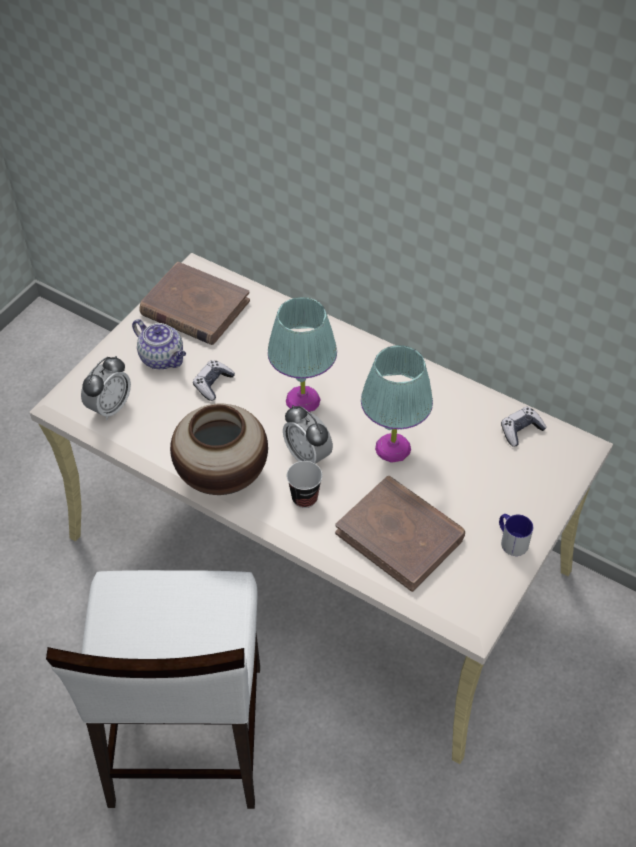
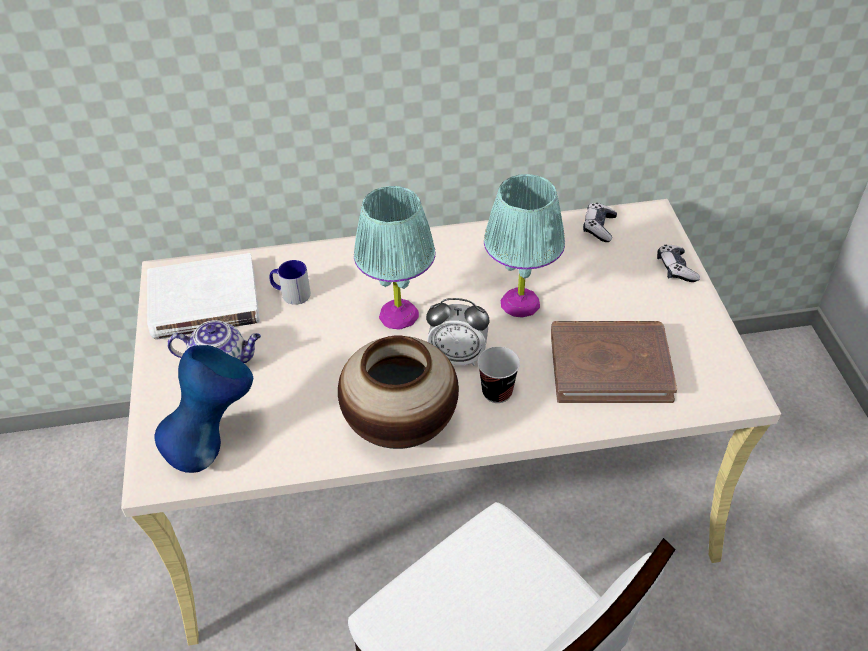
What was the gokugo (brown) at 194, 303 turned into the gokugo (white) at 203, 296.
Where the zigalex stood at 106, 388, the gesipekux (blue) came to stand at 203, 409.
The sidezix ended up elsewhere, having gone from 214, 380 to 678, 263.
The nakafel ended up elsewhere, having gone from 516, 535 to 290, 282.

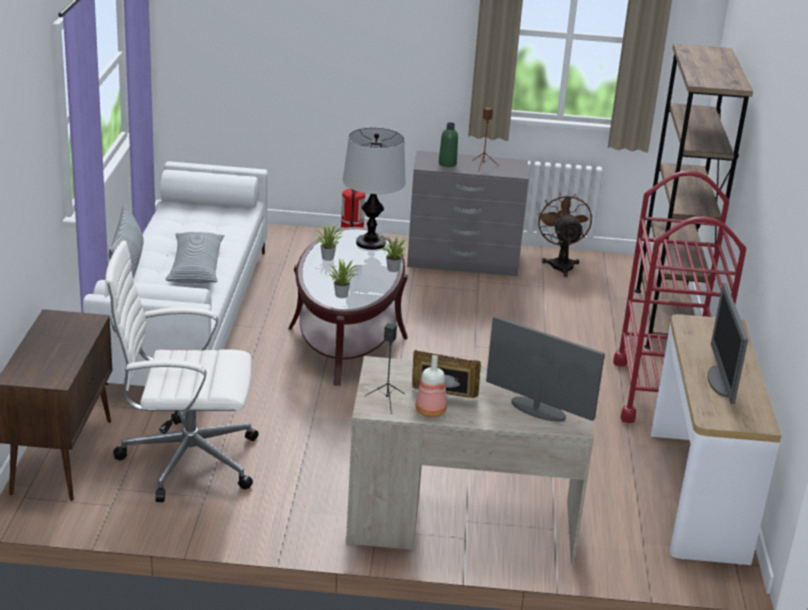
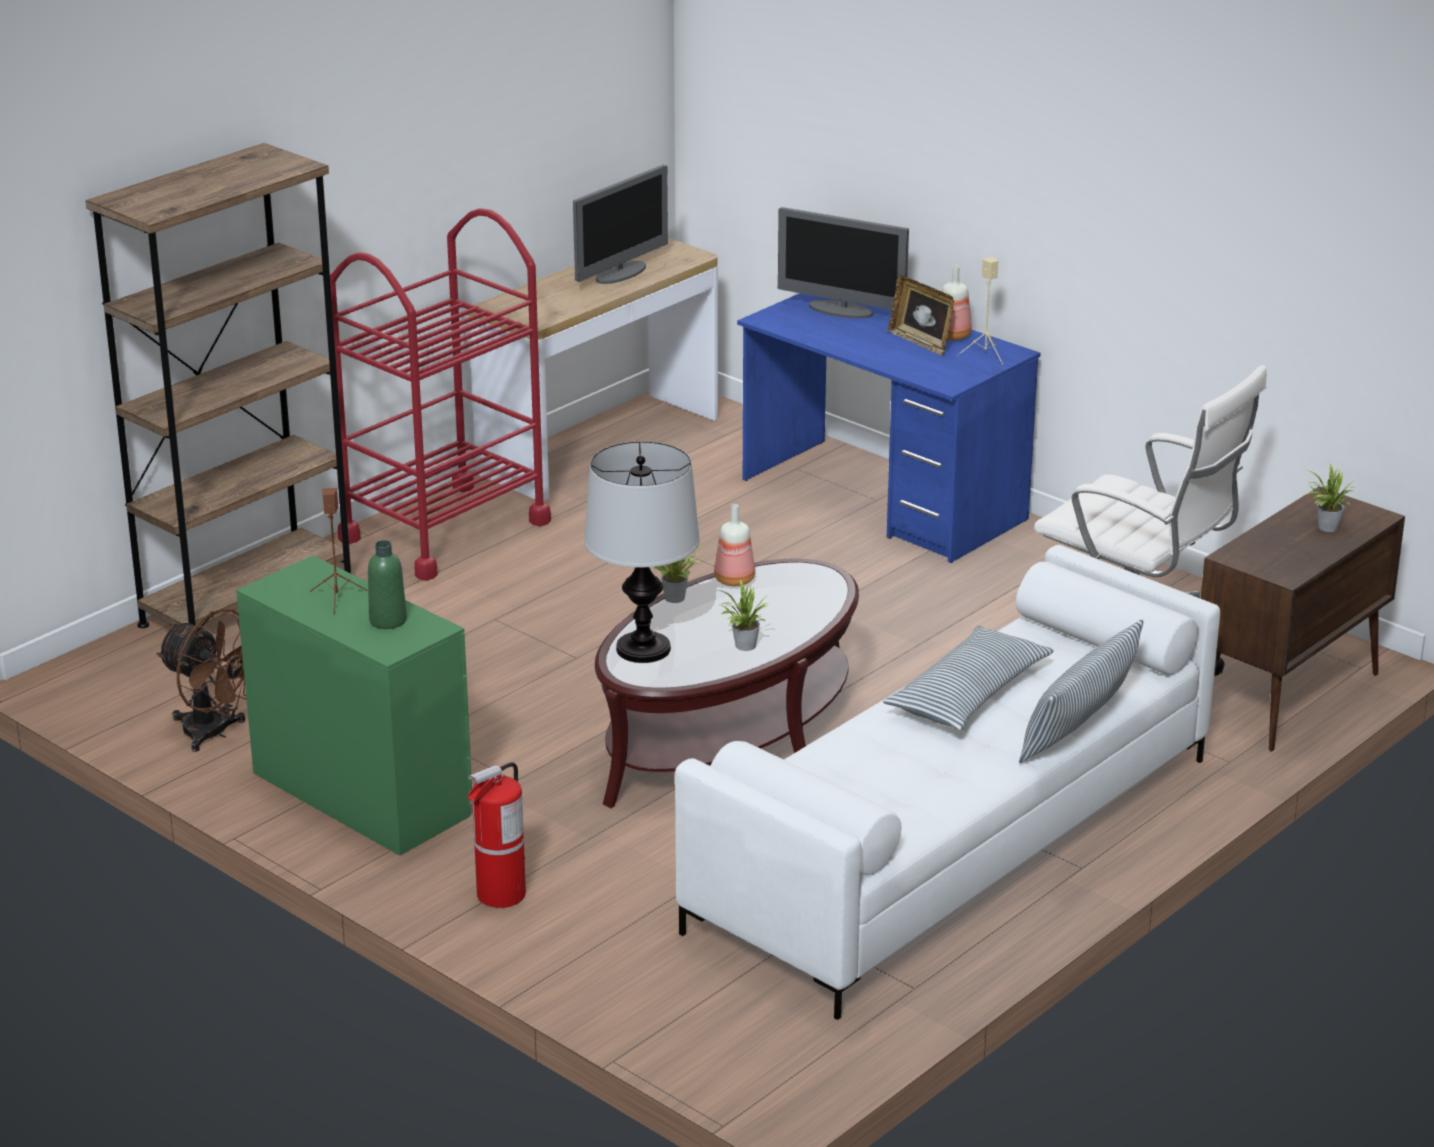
What was the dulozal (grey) at 468, 213 turned into the dulozal (green) at 354, 706.
The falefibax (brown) at 564, 235 ended up facing another way, 90 degrees counterclockwise from before.
The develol ended up elsewhere, having gone from 344, 278 to 1331, 498.
The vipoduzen at 545, 369 ended up facing another way, 45 degrees counterclockwise from before.
What was the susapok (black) at 385, 368 turned into the susapok (beige) at 980, 310.
What was the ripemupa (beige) at 470, 460 turned into the ripemupa (blue) at 888, 428.
The second view gained the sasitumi at 734, 545.

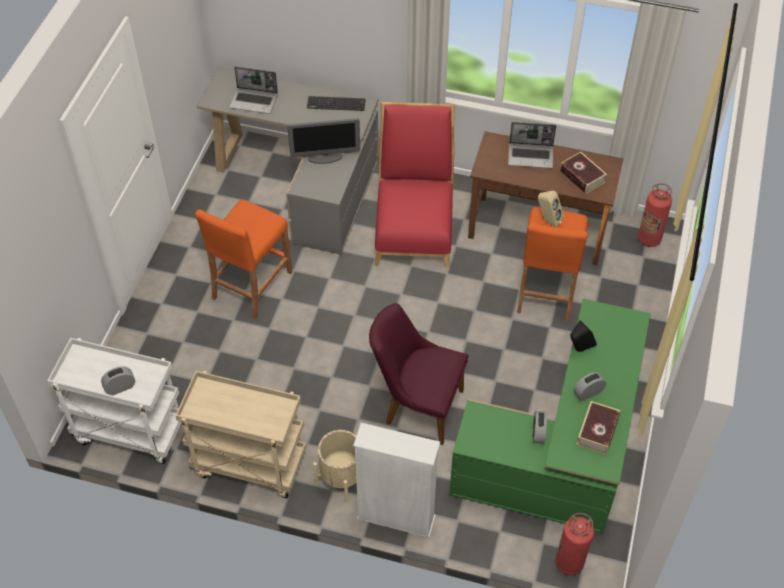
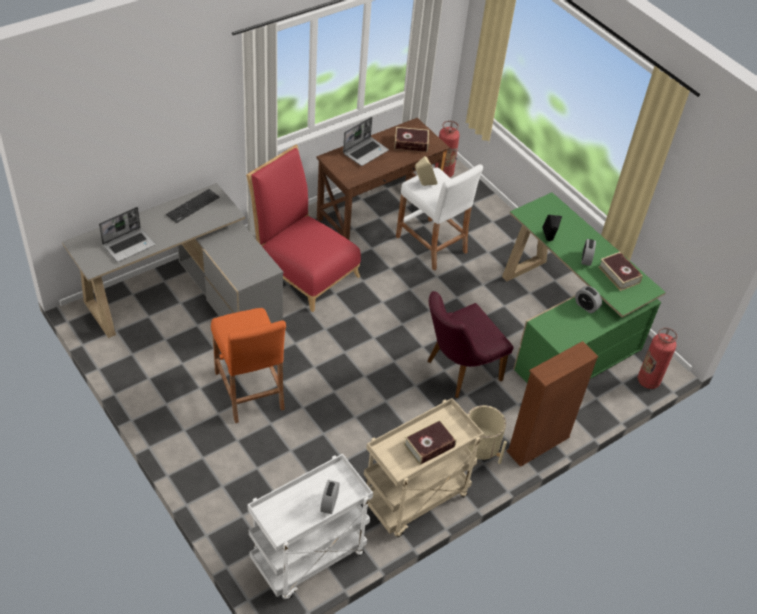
The second view lost the vipoduzen at 323, 141.
What was the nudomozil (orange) at 552, 264 turned into the nudomozil (white) at 439, 217.
What was the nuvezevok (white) at 396, 480 turned into the nuvezevok (brown) at 552, 404.
The second view gained the gokugo at 430, 442.

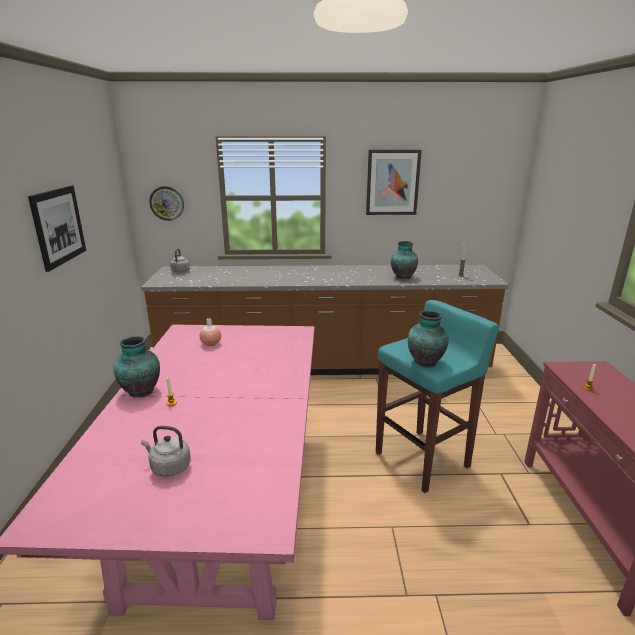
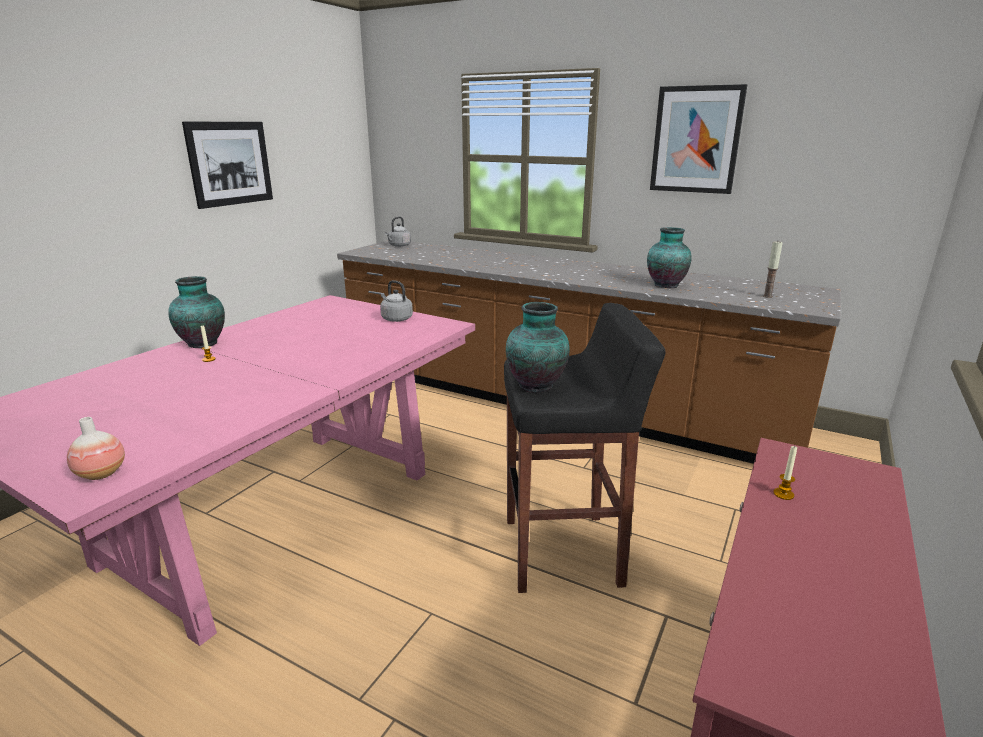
The second view lost the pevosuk at 166, 203.
What was the nudomozil (turquoise) at 437, 396 turned into the nudomozil (black) at 585, 448.
The gesipekux ended up elsewhere, having gone from 210, 332 to 96, 448.
The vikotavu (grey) ended up elsewhere, having gone from 166, 451 to 396, 301.

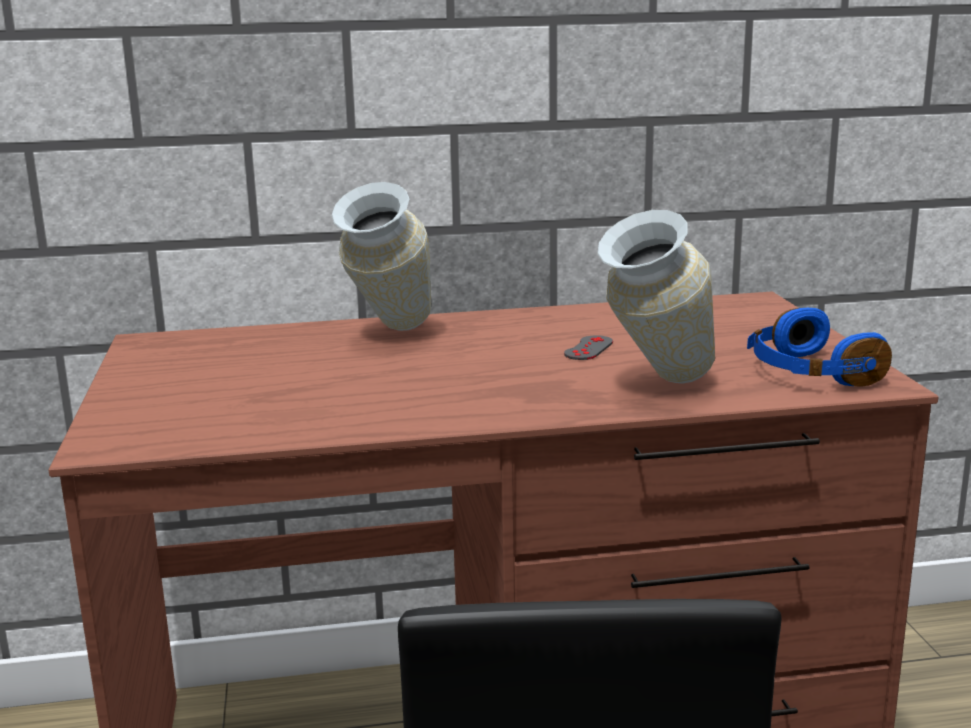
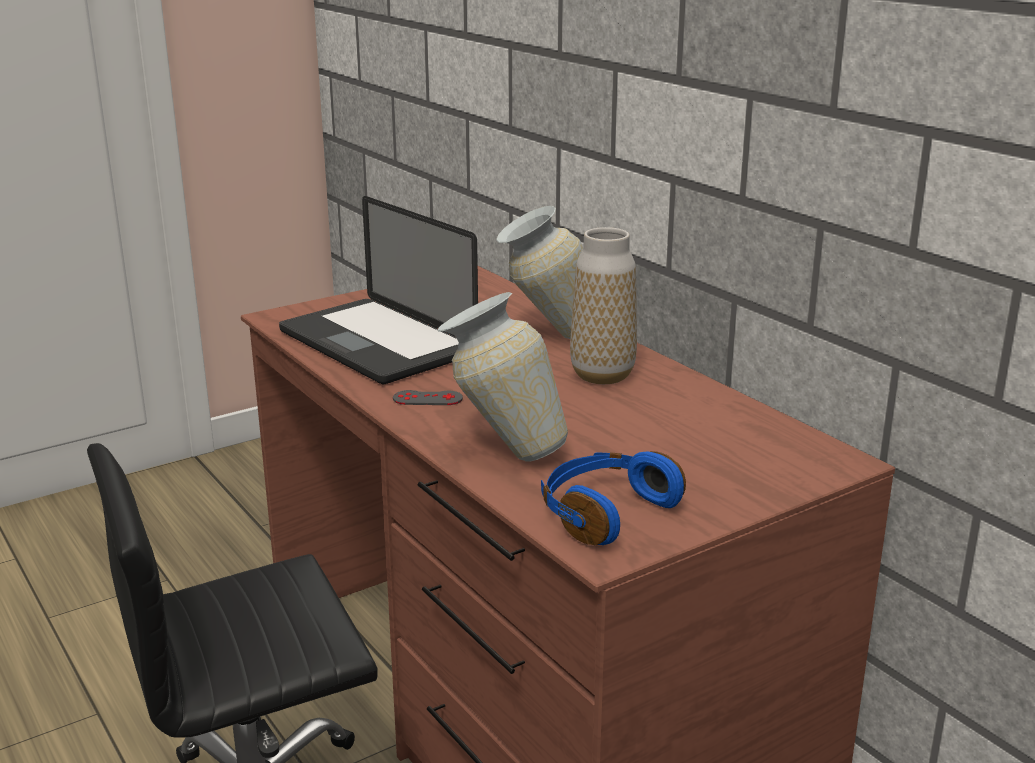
The sidezix (grey) ended up elsewhere, having gone from 588, 347 to 428, 397.
The second view gained the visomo at 378, 290.
The second view gained the gesipekux at 603, 305.

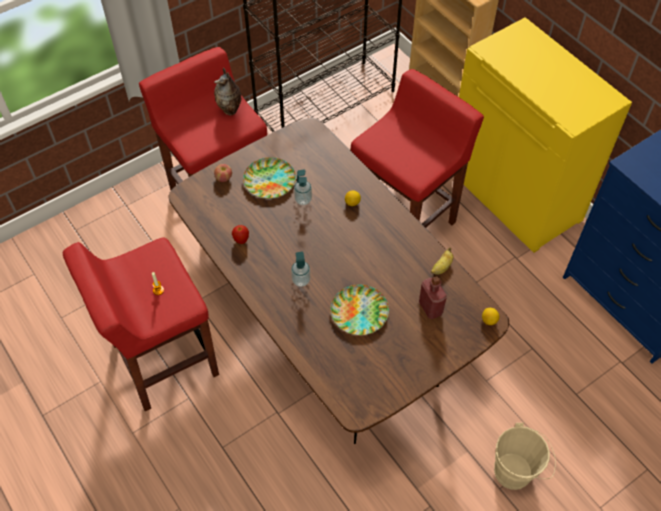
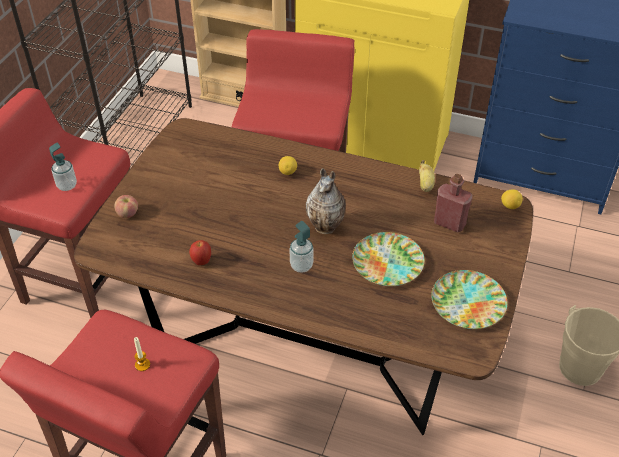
The gesipekux ended up elsewhere, having gone from 227, 91 to 326, 201.
The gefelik ended up elsewhere, having gone from 269, 178 to 469, 299.
The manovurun ended up elsewhere, having gone from 303, 187 to 63, 167.

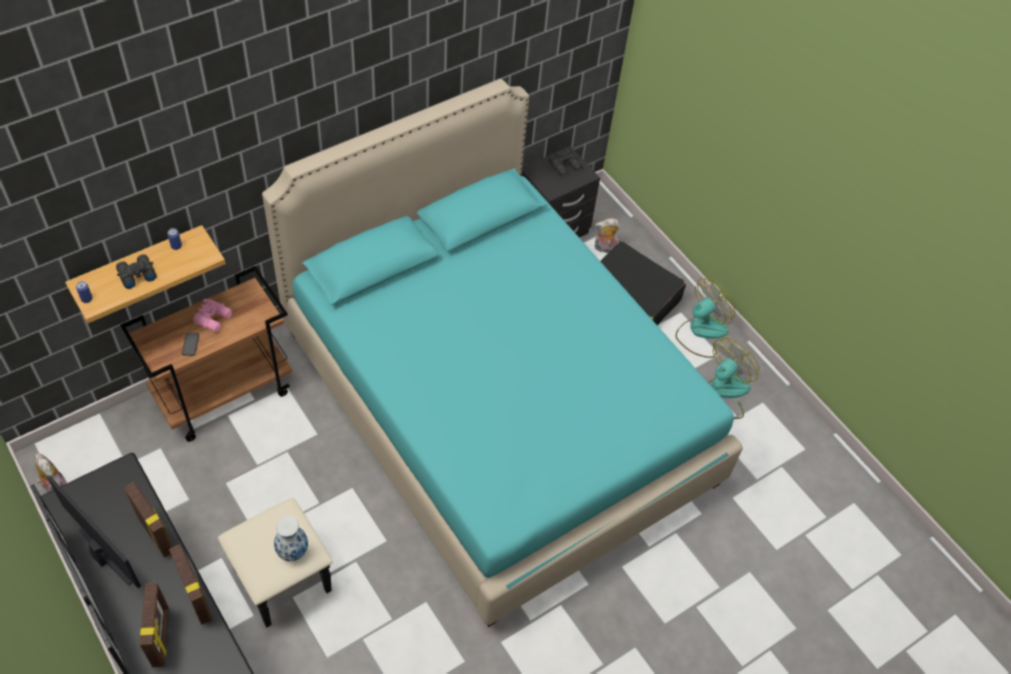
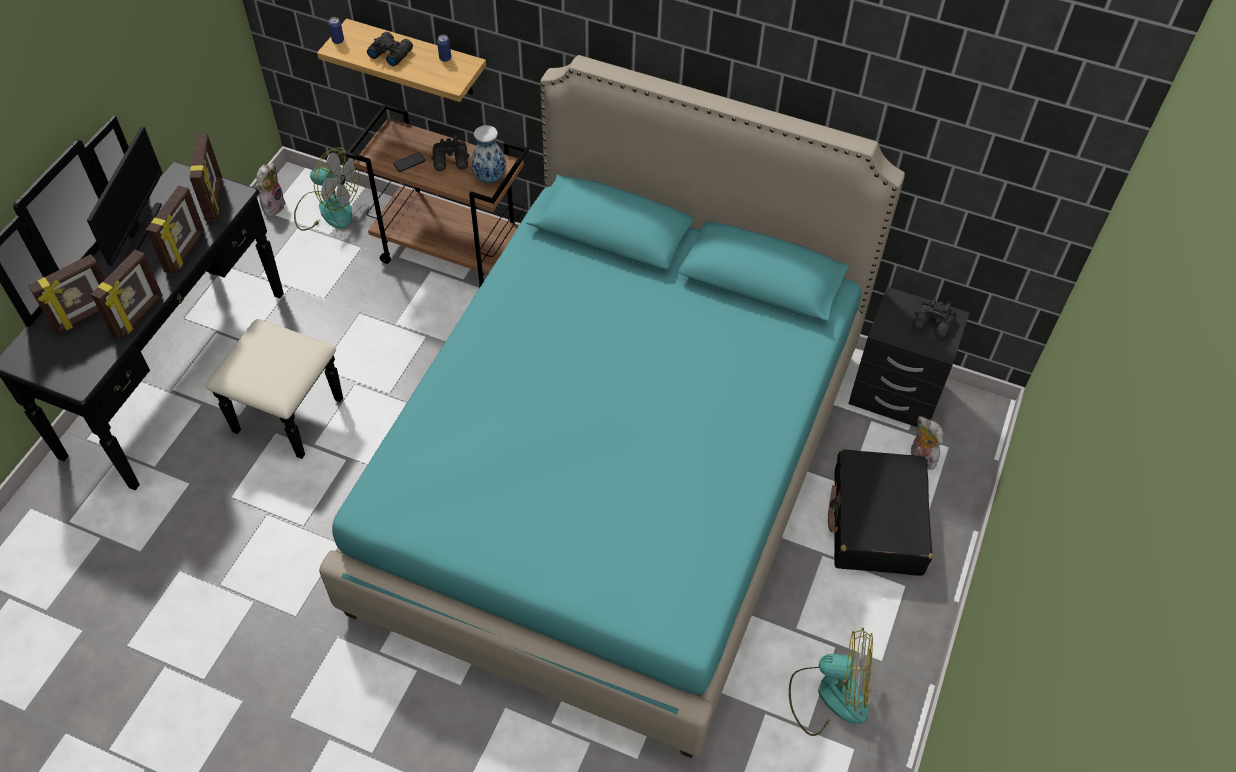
The falefibax ended up elsewhere, having gone from 705, 318 to 326, 189.
What was the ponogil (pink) at 212, 315 turned into the ponogil (black) at 450, 153.
The gesipekux ended up elsewhere, having gone from 291, 538 to 488, 154.
The second view gained the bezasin at 205, 177.

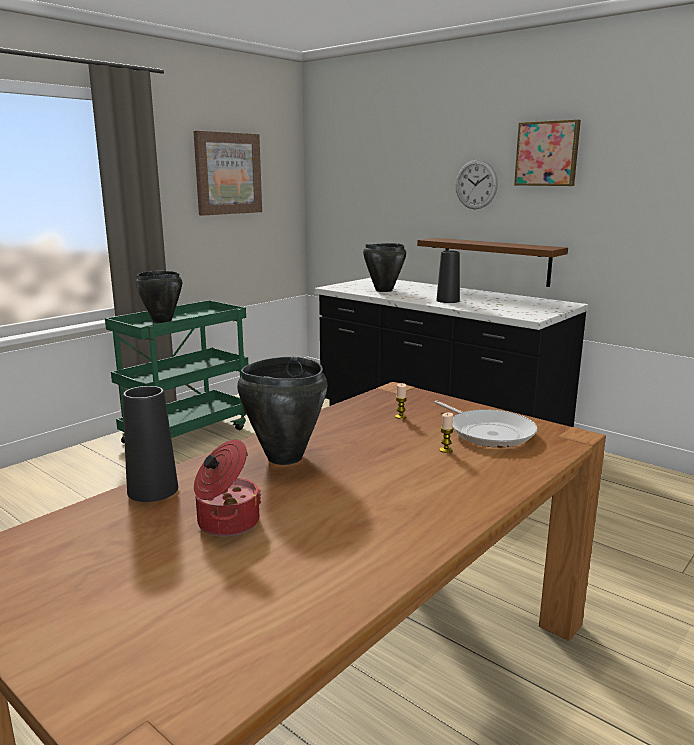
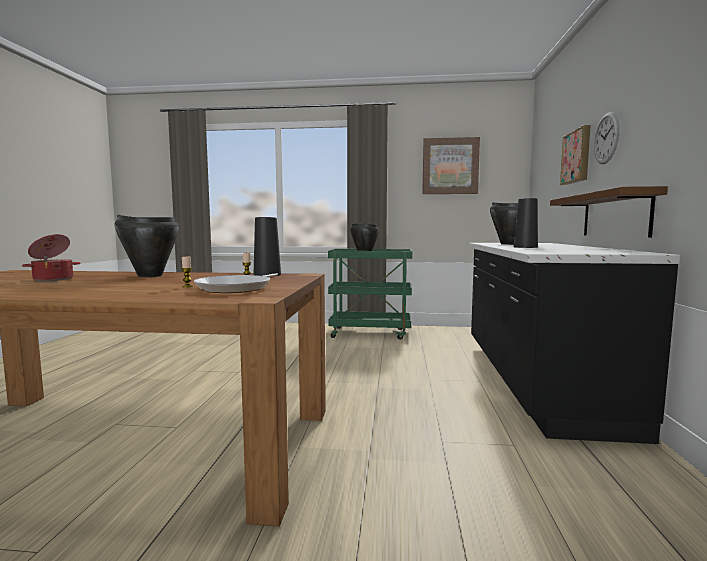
The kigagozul ended up elsewhere, having gone from 547, 152 to 575, 155.
The gesipekux (black) ended up elsewhere, having gone from 150, 444 to 267, 246.

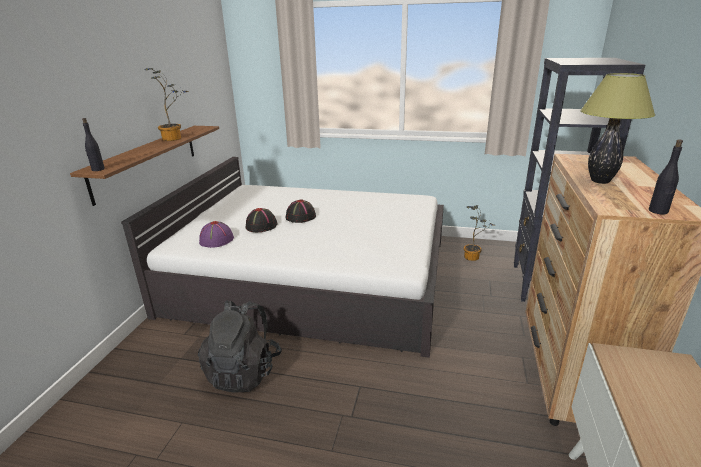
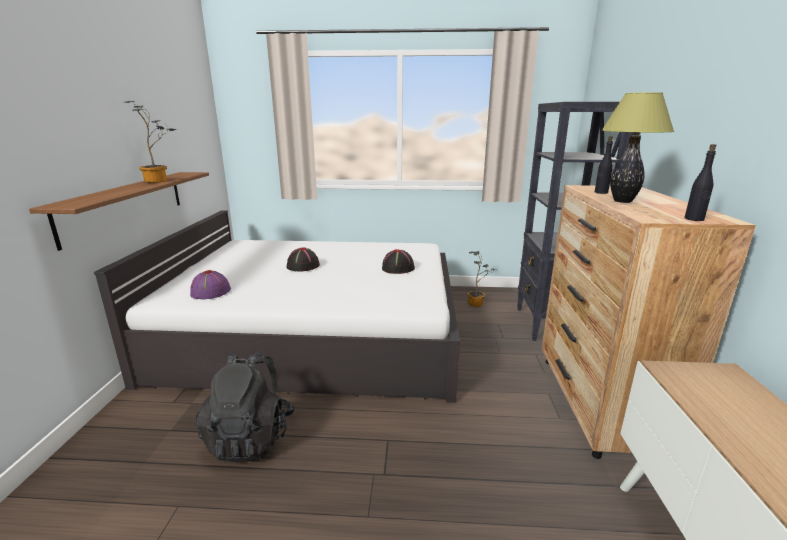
The sasitumi (black) ended up elsewhere, having gone from 93, 144 to 604, 165.
The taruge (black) ended up elsewhere, having gone from 261, 220 to 398, 261.

